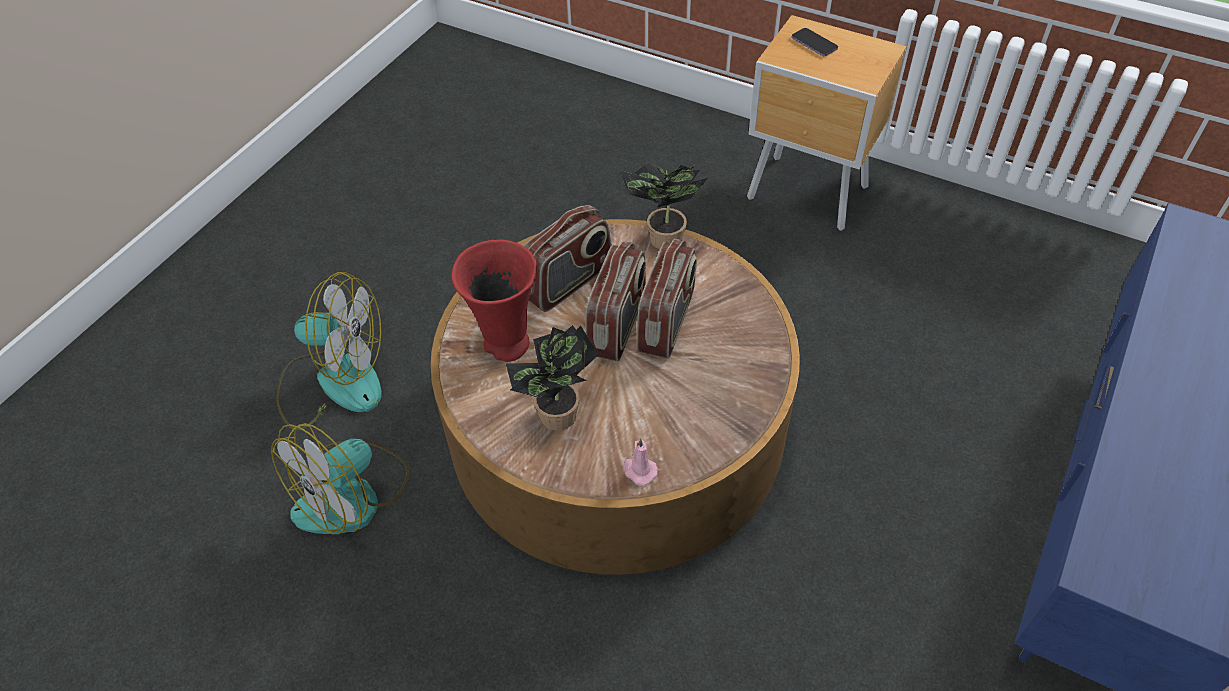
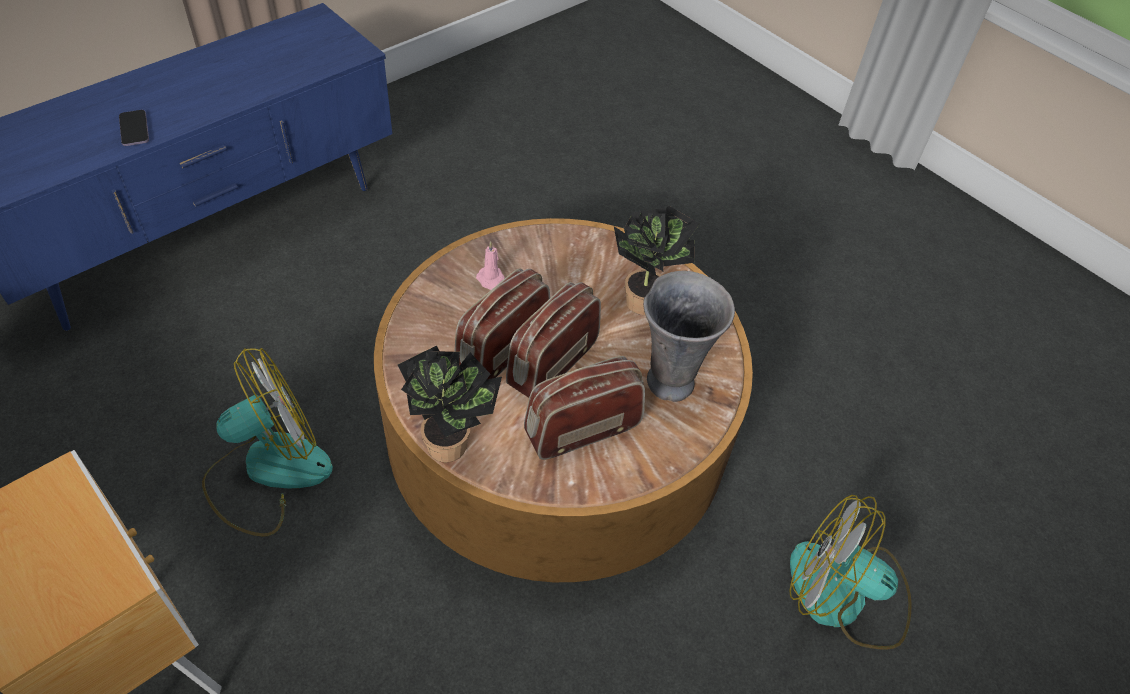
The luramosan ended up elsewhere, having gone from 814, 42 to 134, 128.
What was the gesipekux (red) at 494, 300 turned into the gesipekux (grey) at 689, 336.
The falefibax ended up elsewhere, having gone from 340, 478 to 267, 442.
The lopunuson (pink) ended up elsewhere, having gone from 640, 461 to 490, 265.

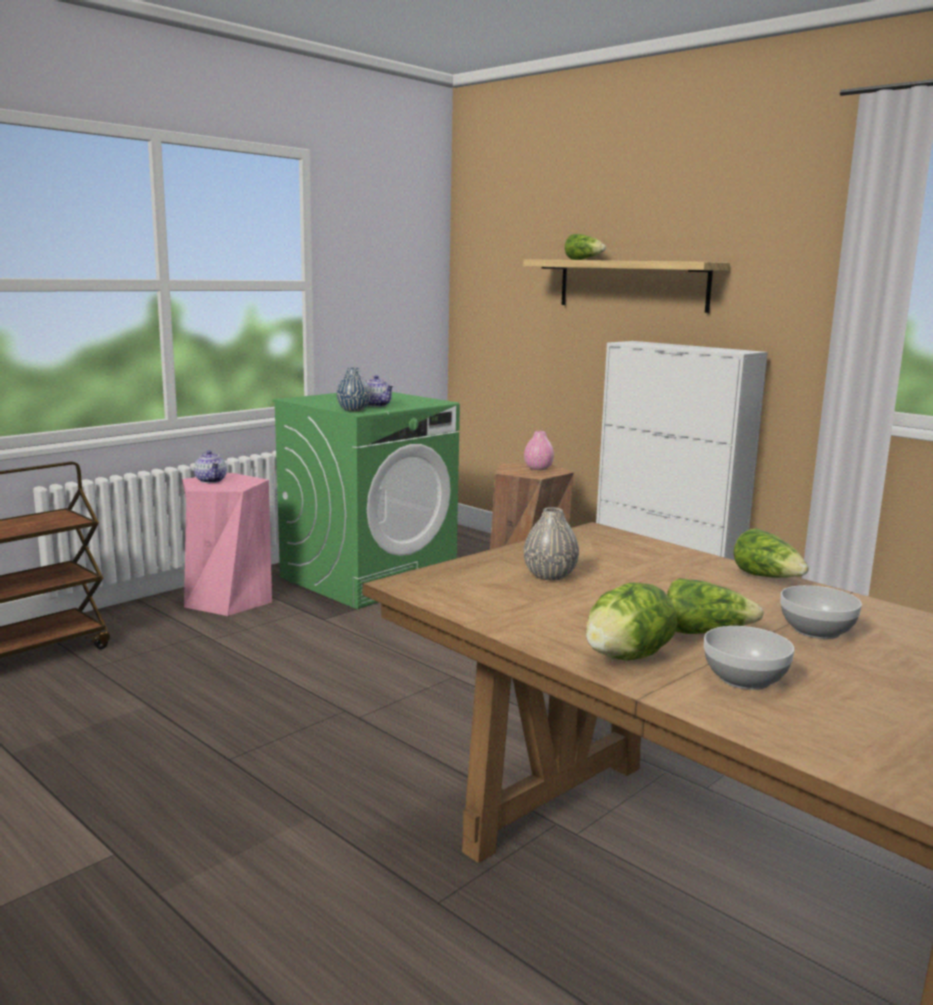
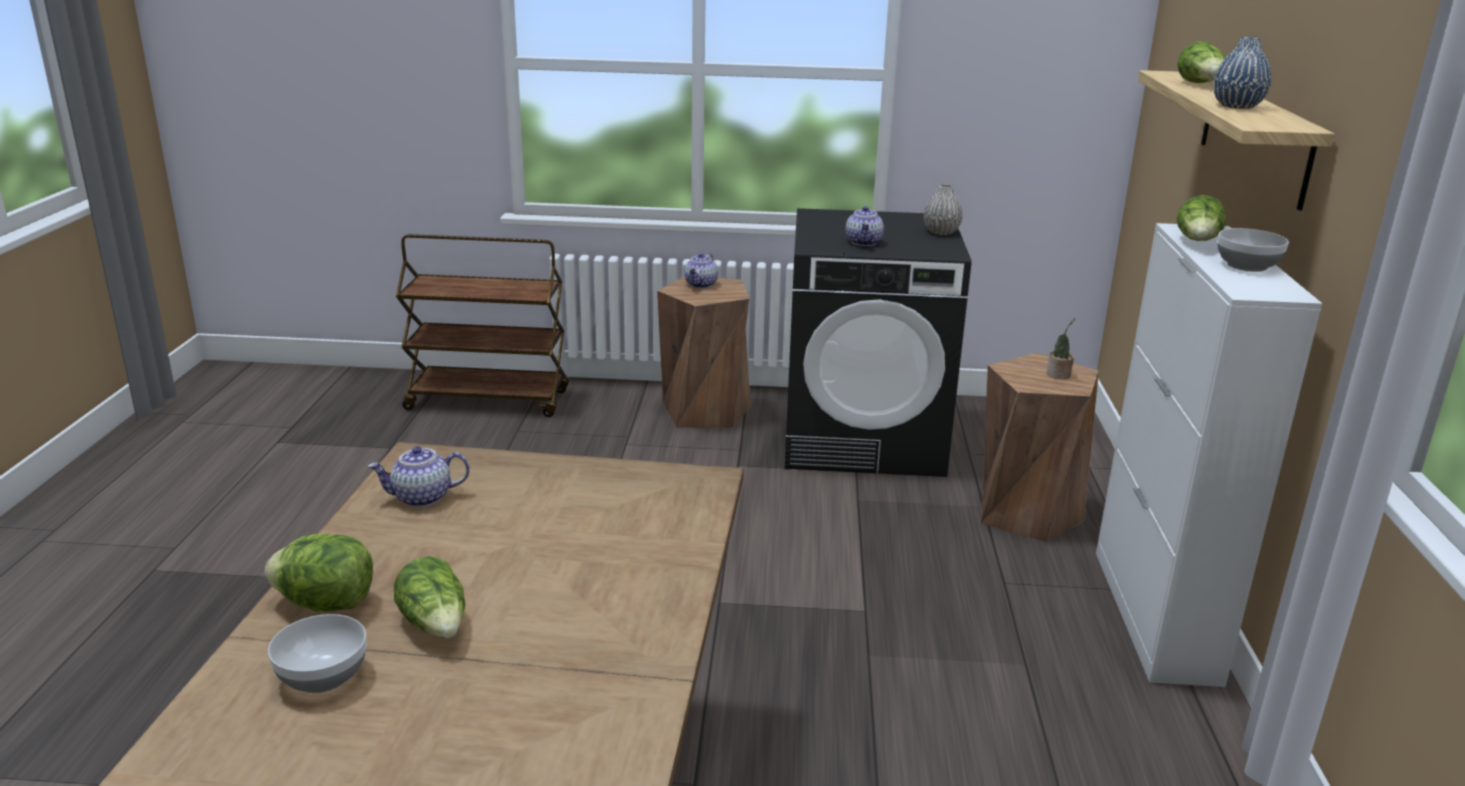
The gesipekux (blue) ended up elsewhere, having gone from 353, 389 to 1242, 73.
What was the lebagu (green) at 366, 500 turned into the lebagu (black) at 878, 342.
Where the gesipekux (pink) stood at 539, 450, the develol came to stand at 1061, 348.
What was the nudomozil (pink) at 227, 544 turned into the nudomozil (brown) at 704, 352.
The gesipekux (grey) ended up elsewhere, having gone from 551, 543 to 943, 209.
The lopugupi ended up elsewhere, having gone from 771, 553 to 1201, 218.
The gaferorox ended up elsewhere, having gone from 821, 612 to 1253, 250.
The second view gained the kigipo at 419, 476.

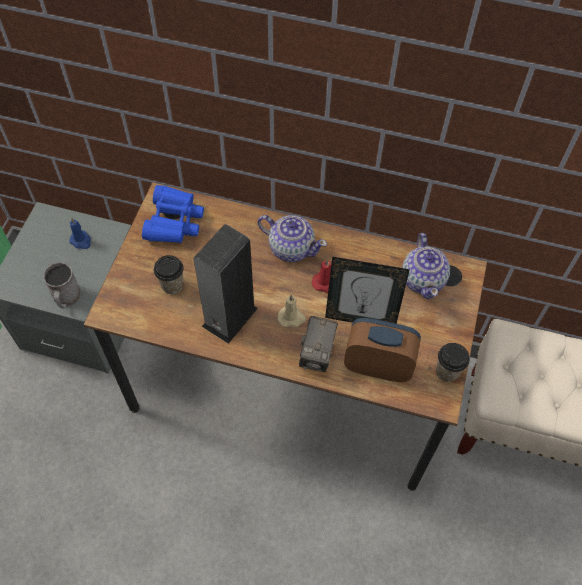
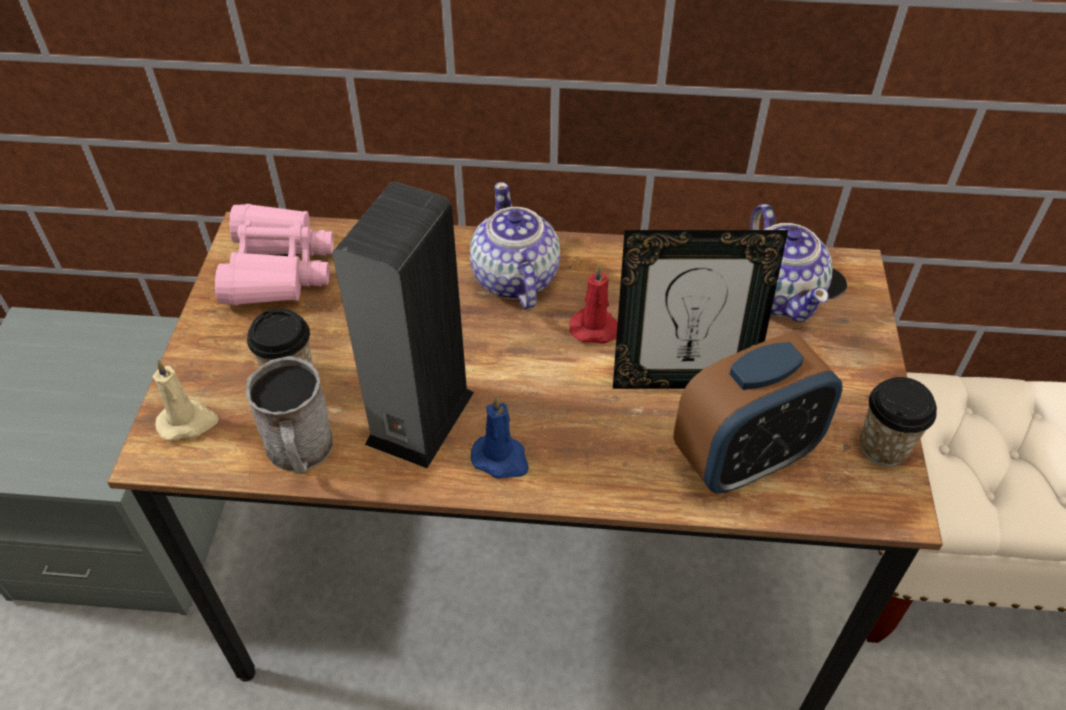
What was the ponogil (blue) at 173, 214 turned into the ponogil (pink) at 274, 254.
The kigipo at 292, 238 ended up facing another way, 120 degrees counterclockwise from before.
The lopunuson (blue) ended up elsewhere, having gone from 80, 233 to 500, 437.
The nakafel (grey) ended up elsewhere, having gone from 61, 285 to 289, 415.
The lopunuson (beige) ended up elsewhere, having gone from 292, 310 to 186, 400.
The second view lost the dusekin at 318, 344.
The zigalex at 382, 350 ended up facing another way, 150 degrees clockwise from before.

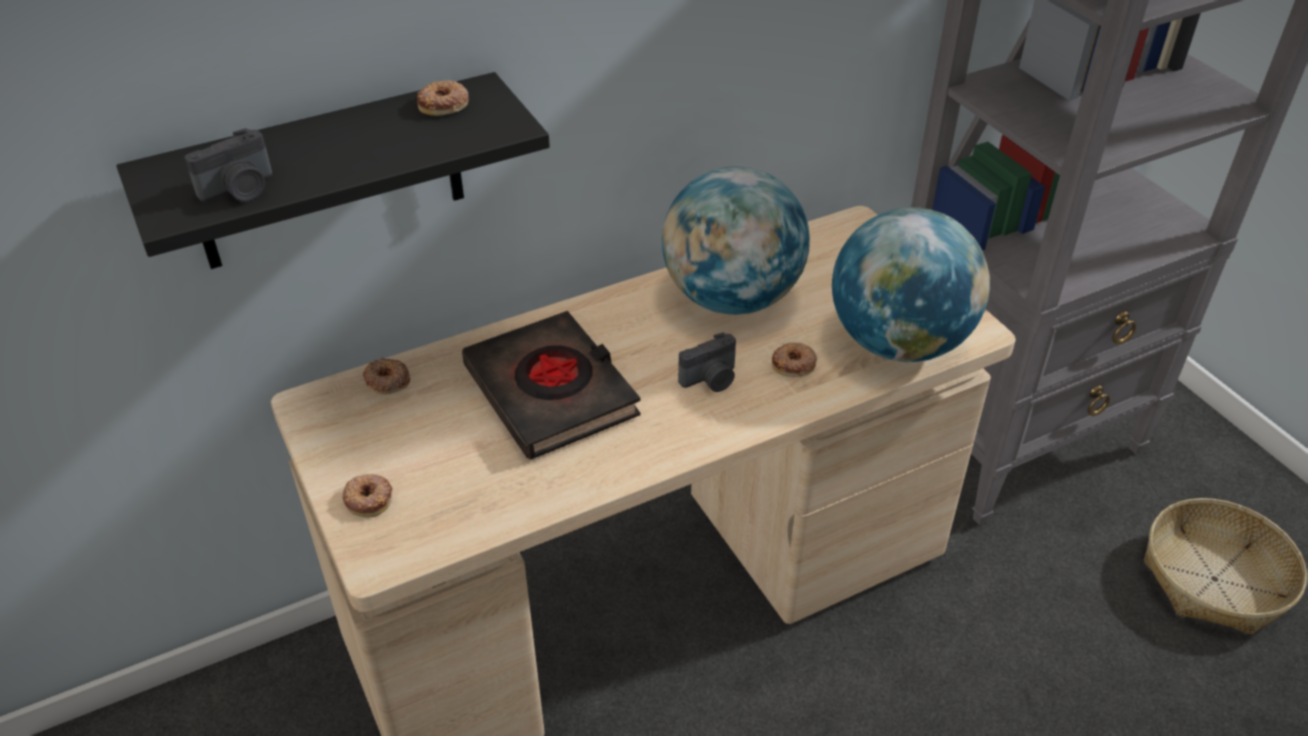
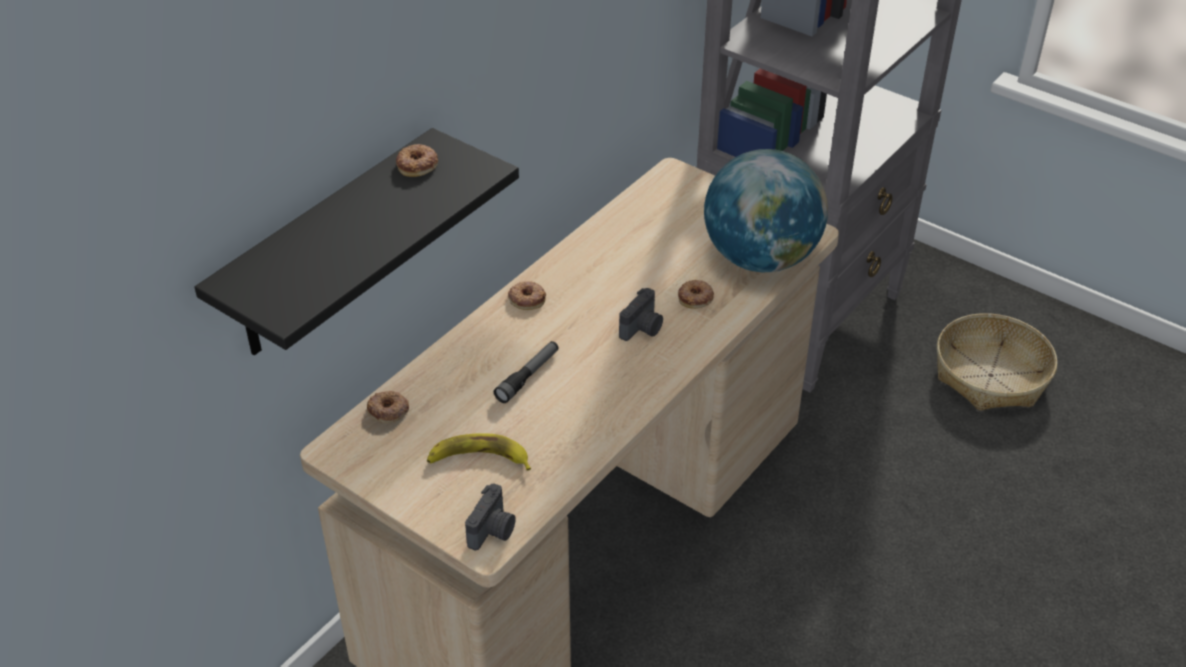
The dusekin ended up elsewhere, having gone from 228, 165 to 490, 516.
The second view lost the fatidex at 736, 240.
Where the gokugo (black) stood at 551, 385, the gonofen came to stand at 526, 372.
The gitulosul ended up elsewhere, having gone from 367, 495 to 527, 295.
The second view gained the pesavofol at 479, 452.

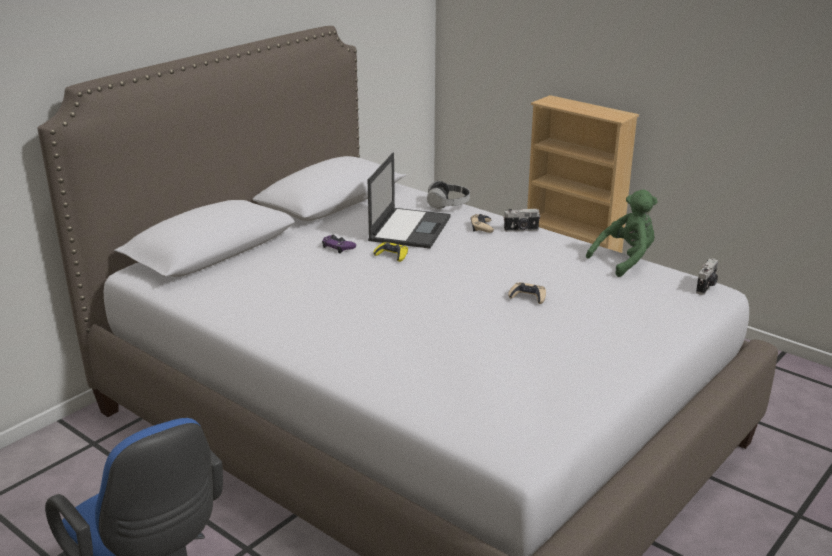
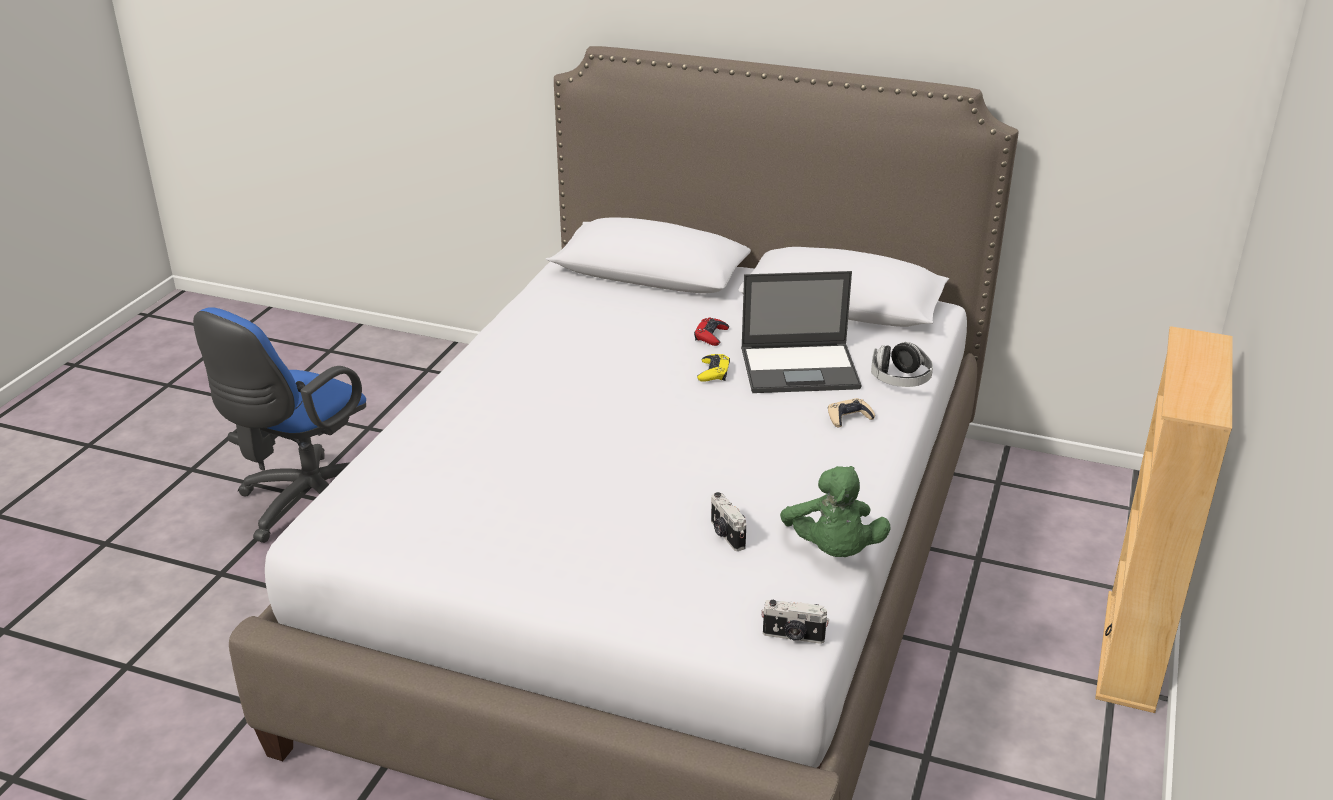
The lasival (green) at 622, 233 ended up facing another way, 45 degrees clockwise from before.
The dusekin ended up elsewhere, having gone from 522, 220 to 728, 521.
What was the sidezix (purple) at 339, 243 turned into the sidezix (red) at 711, 331.
The second view lost the sidezix (beige) at 527, 293.

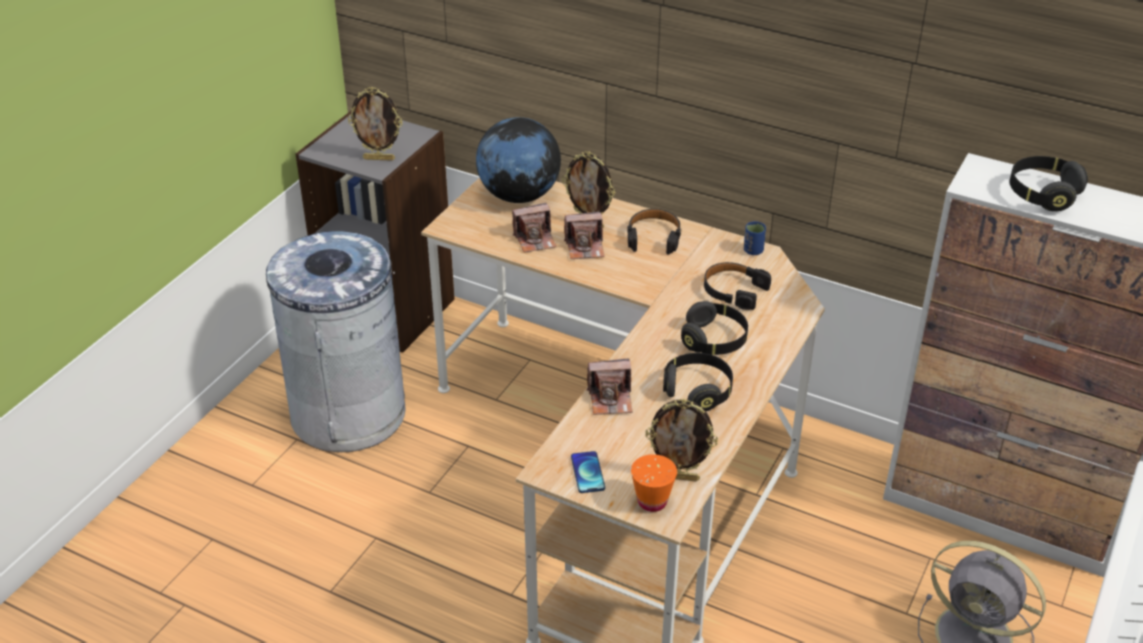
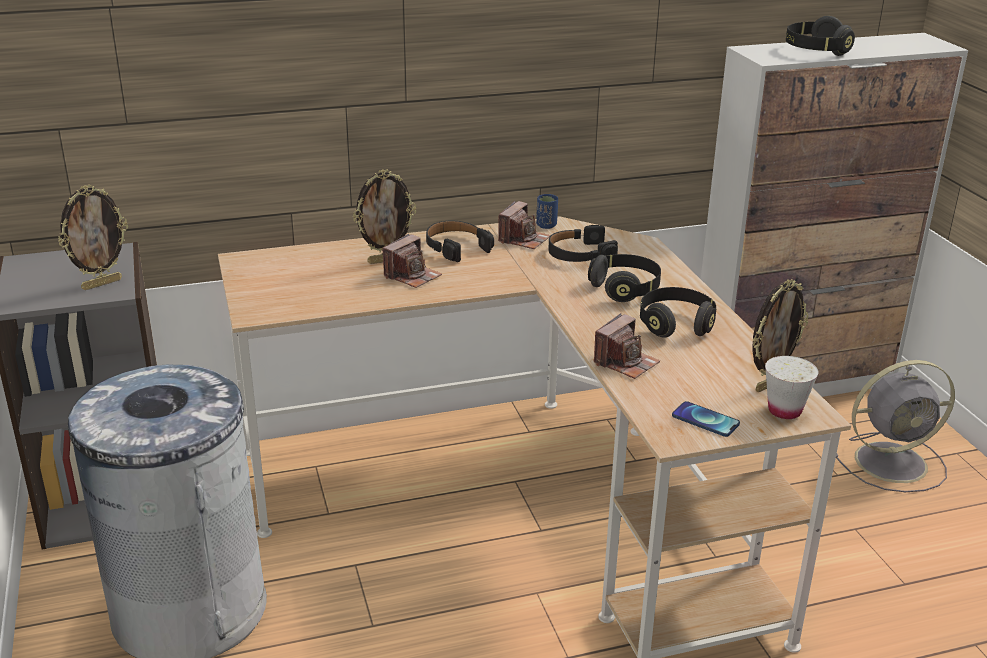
The second view lost the fatidex at 518, 160.
The dusekin ended up elsewhere, having gone from 534, 228 to 524, 225.
What was the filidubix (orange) at 654, 483 turned into the filidubix (white) at 792, 387.

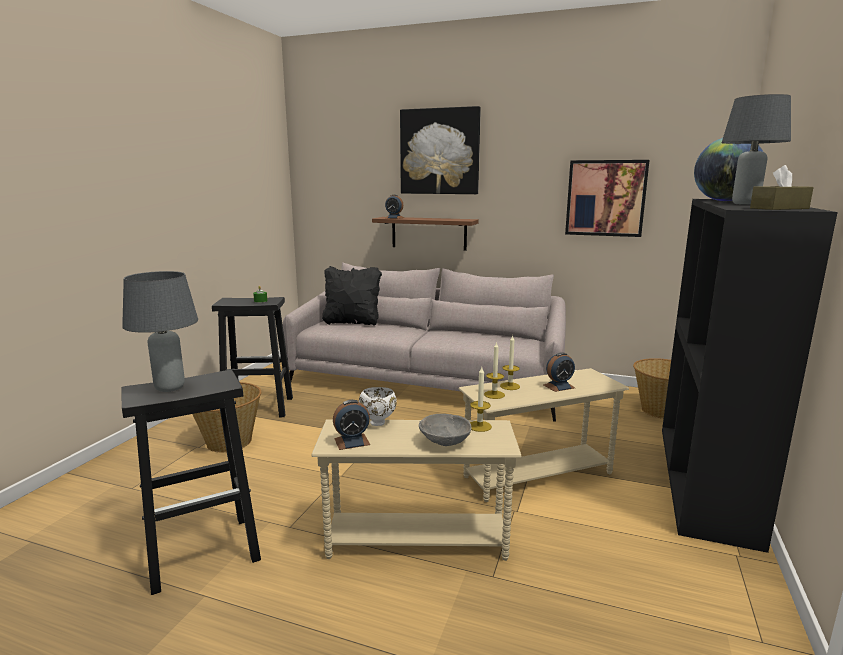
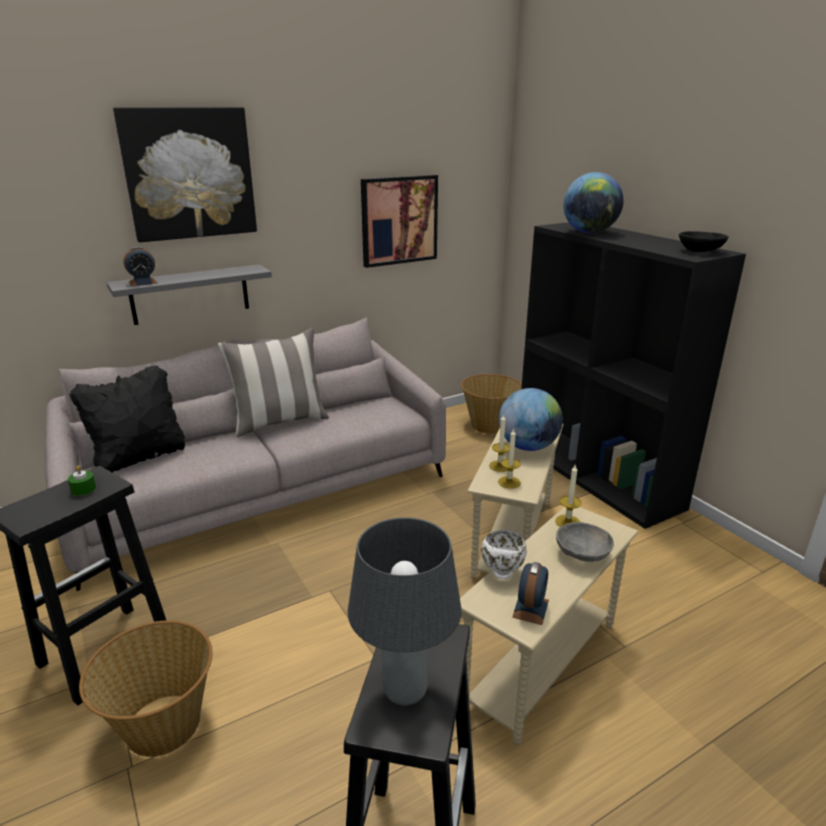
The second view lost the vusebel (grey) at 756, 149.
Where the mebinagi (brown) stood at 782, 187, the gaferorox (black) came to stand at 704, 241.
What was the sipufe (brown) at 425, 234 turned into the sipufe (grey) at 189, 294.
Where the zigalex stood at 559, 372, the fatidex came to stand at 531, 419.
The second view gained the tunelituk at 273, 383.

